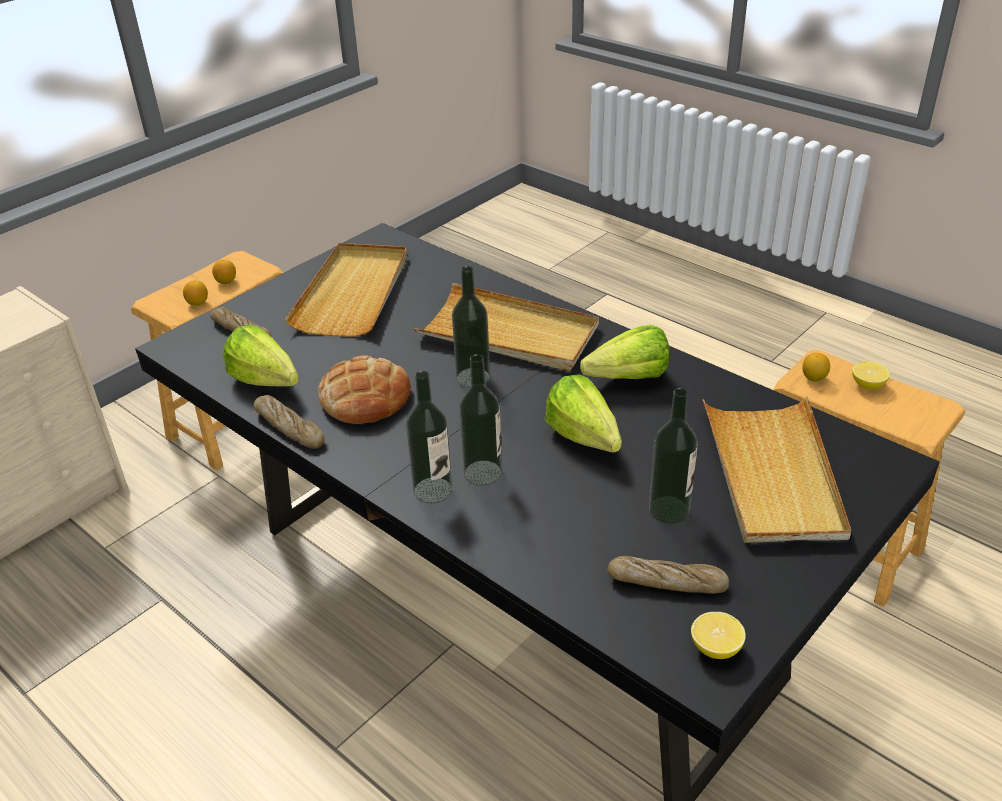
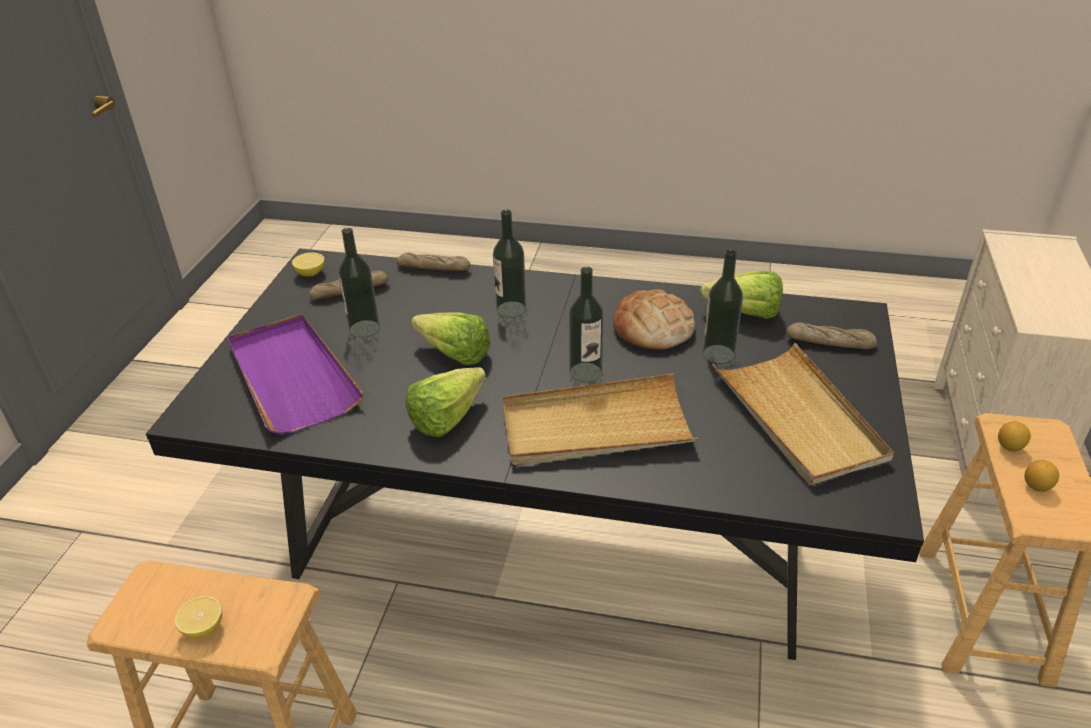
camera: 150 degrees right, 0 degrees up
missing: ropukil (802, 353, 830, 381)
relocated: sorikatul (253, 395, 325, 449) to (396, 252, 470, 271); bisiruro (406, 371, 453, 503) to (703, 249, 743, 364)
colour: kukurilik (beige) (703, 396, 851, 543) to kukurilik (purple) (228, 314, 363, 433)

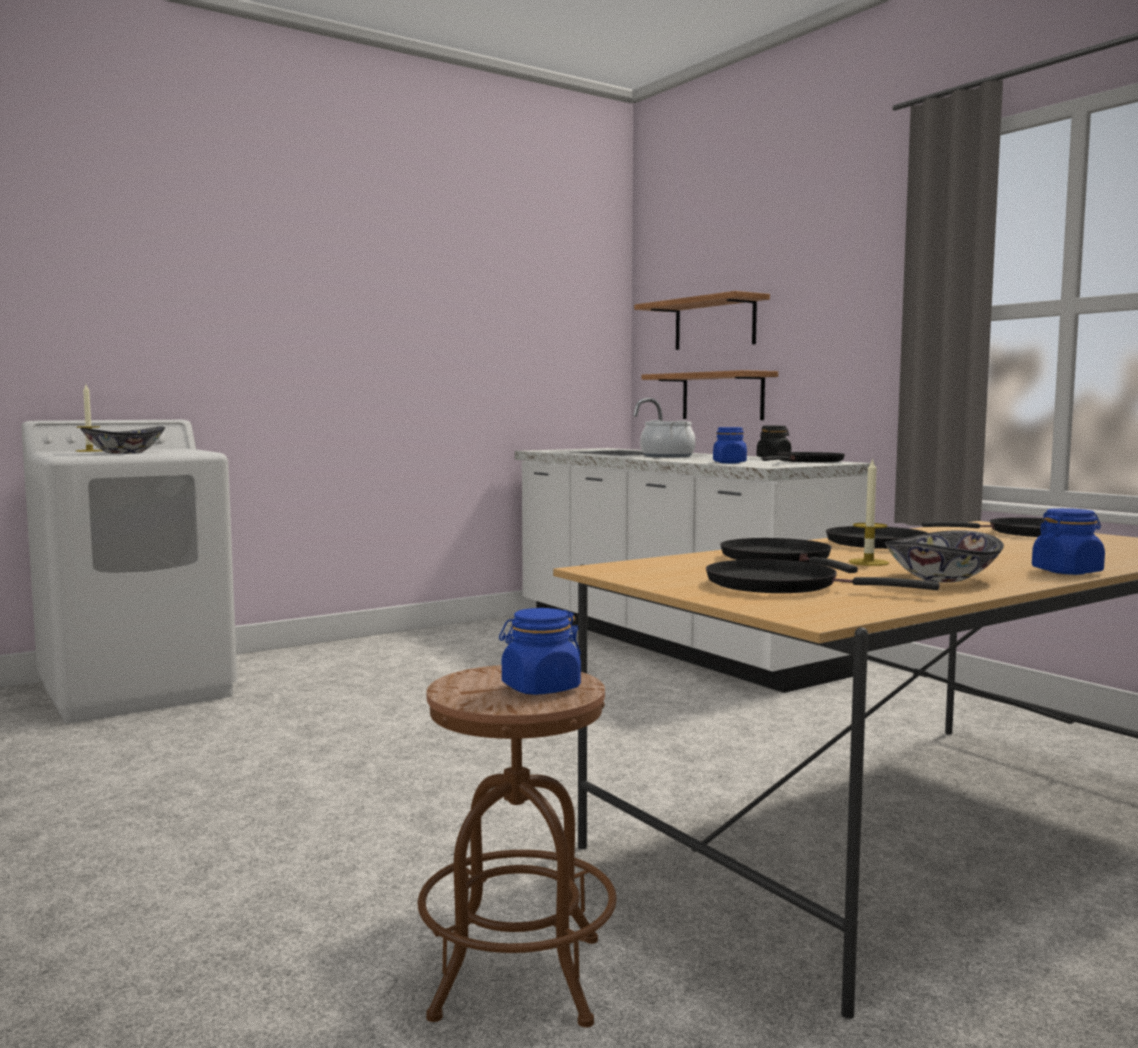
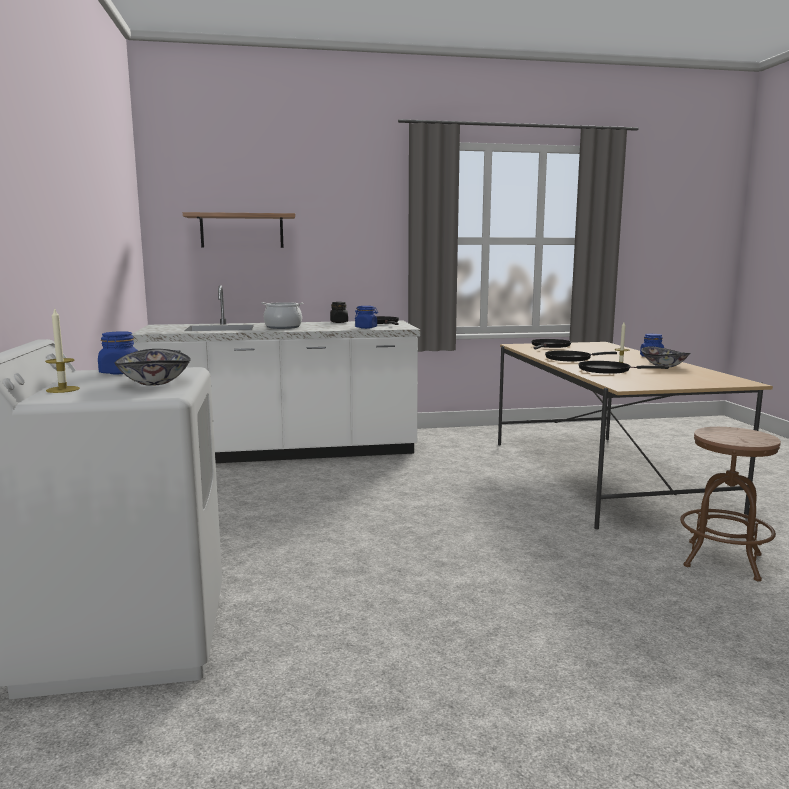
camera: 65 degrees left, 5 degrees up
missing: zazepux (641, 370, 778, 420); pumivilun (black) (706, 559, 940, 593)
relocated: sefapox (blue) (499, 608, 581, 695) to (98, 331, 138, 374)

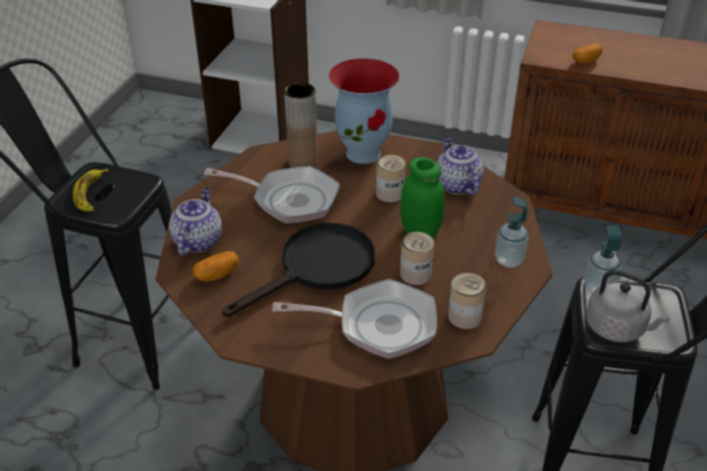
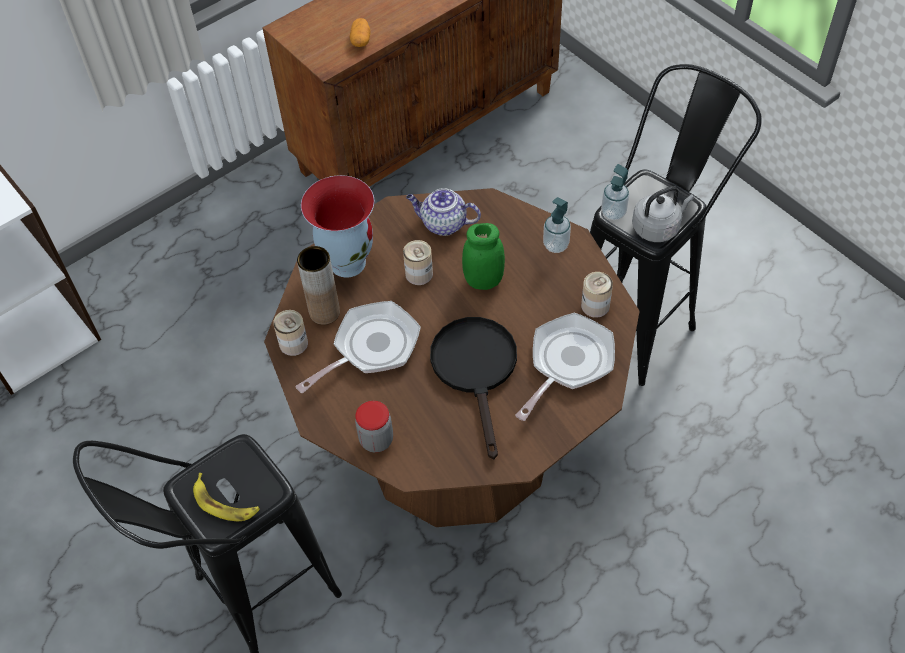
camera: 55 degrees left, 15 degrees up
missing: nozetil (192, 251, 239, 282)
relocated: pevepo (400, 232, 434, 285) to (273, 310, 308, 356)
exchanged: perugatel (169, 188, 222, 256) to sefapox (355, 401, 393, 453)

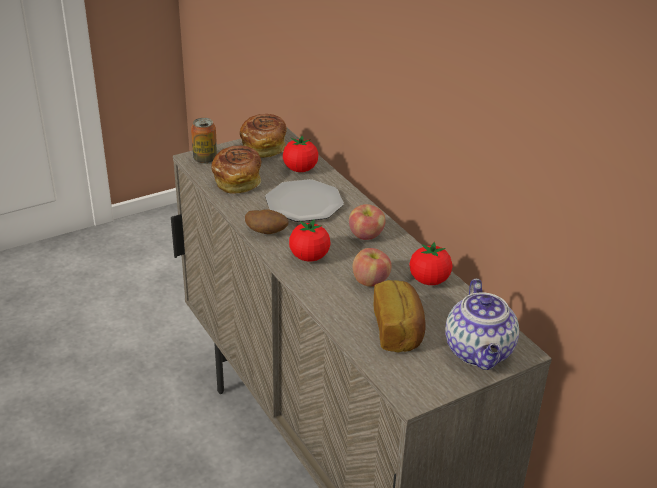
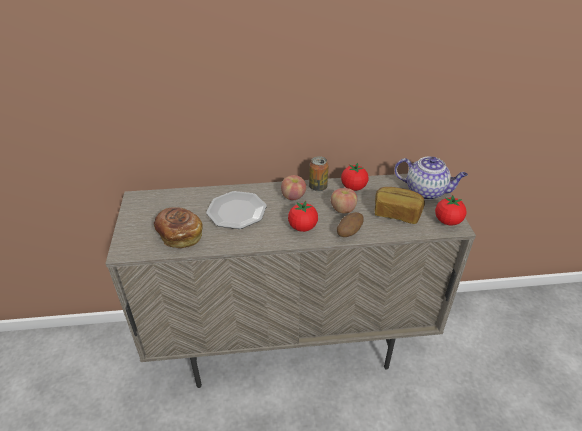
camera: 65 degrees left, 5 degrees up
missing: sorikatul (240, 114, 287, 158)
relocated: pevepo (191, 118, 217, 164) to (309, 156, 329, 191); nozetil (245, 209, 289, 234) to (337, 212, 364, 237); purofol (283, 136, 318, 172) to (435, 195, 467, 226)

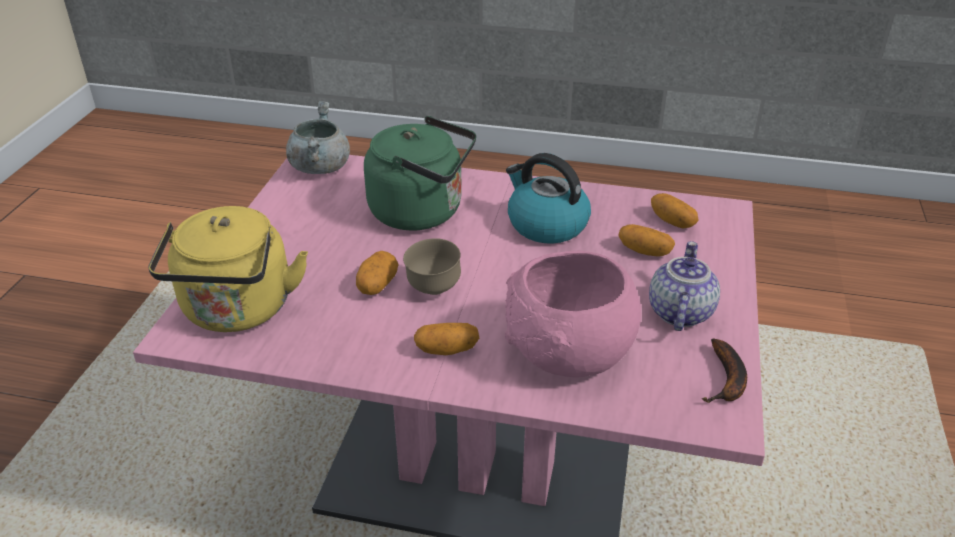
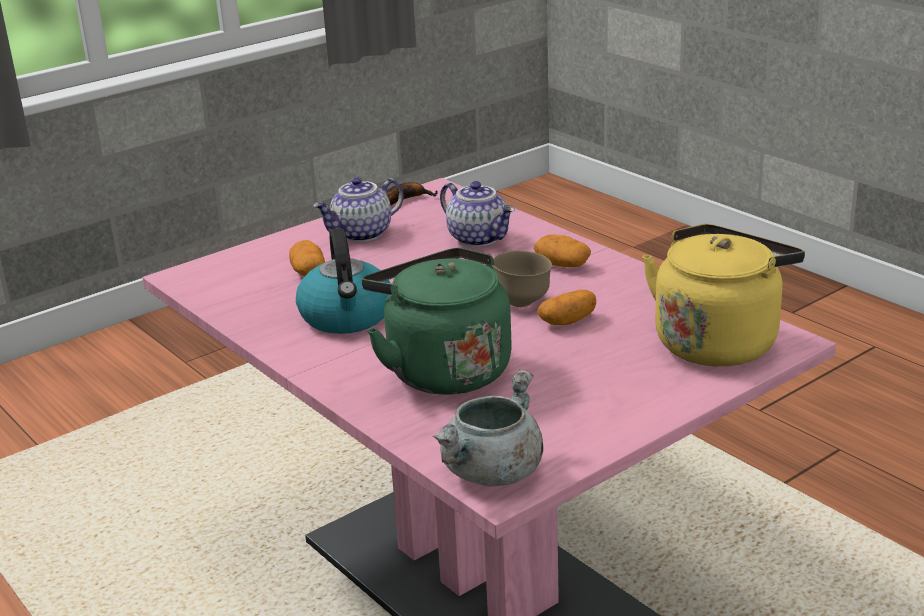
camera: 140 degrees left, 10 degrees down
missing: nozetil (651, 193, 699, 228)
exchanged: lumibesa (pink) (504, 251, 641, 377) to perugatel (440, 181, 515, 247)

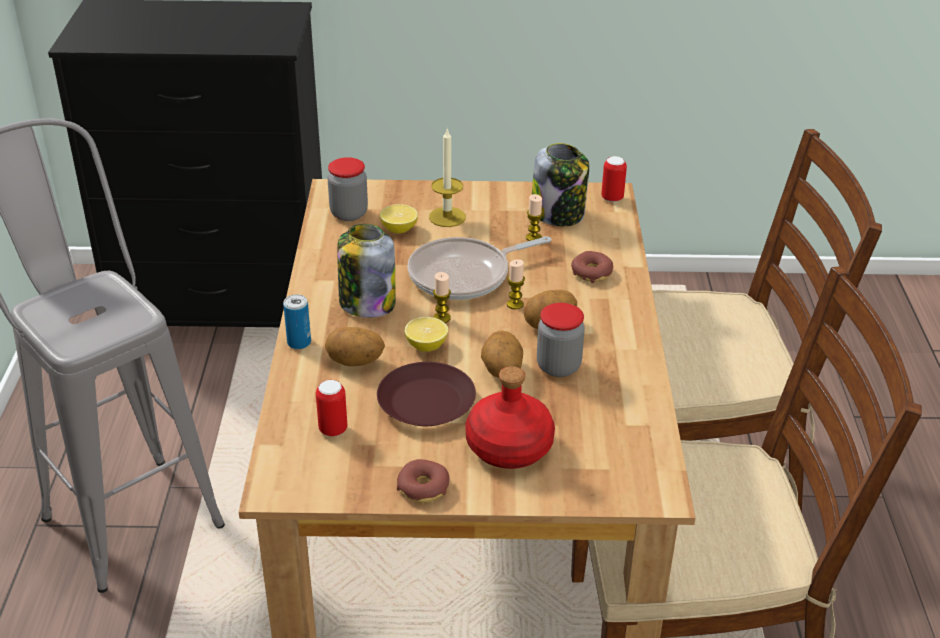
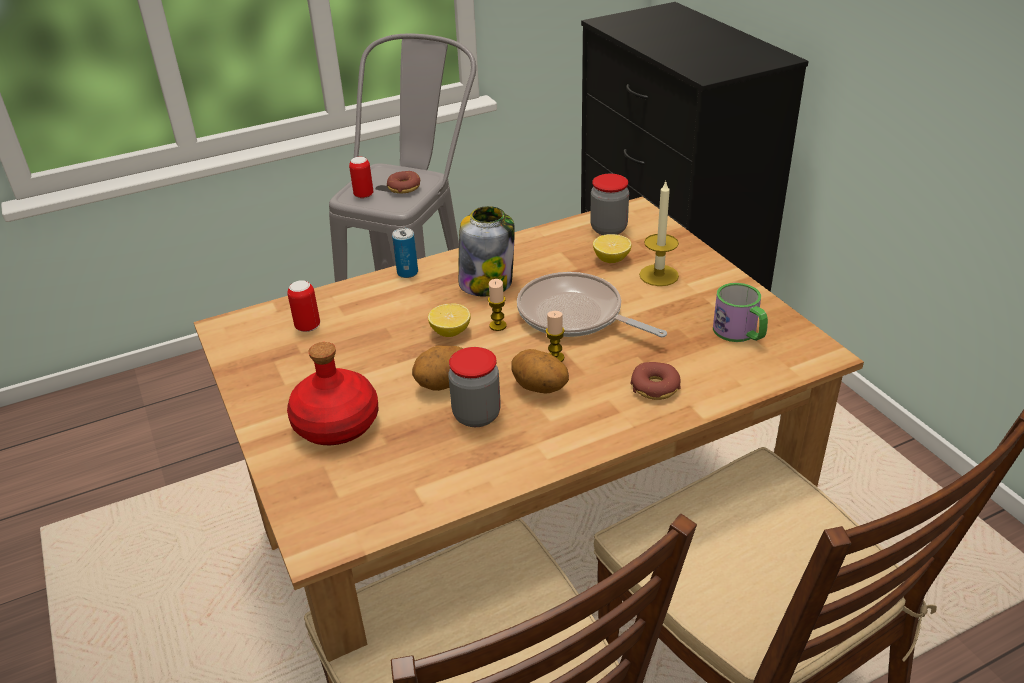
camera: 65 degrees right, 0 degrees up
missing: nozetil (325, 327, 385, 366); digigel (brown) (377, 362, 476, 426); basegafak (526, 194, 543, 241)
relocated: pevepo (601, 156, 627, 202) to (349, 157, 373, 199); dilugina (397, 459, 450, 503) to (387, 171, 420, 194)
exchanged: sefapox (532, 143, 589, 226) to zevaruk (713, 283, 768, 342)

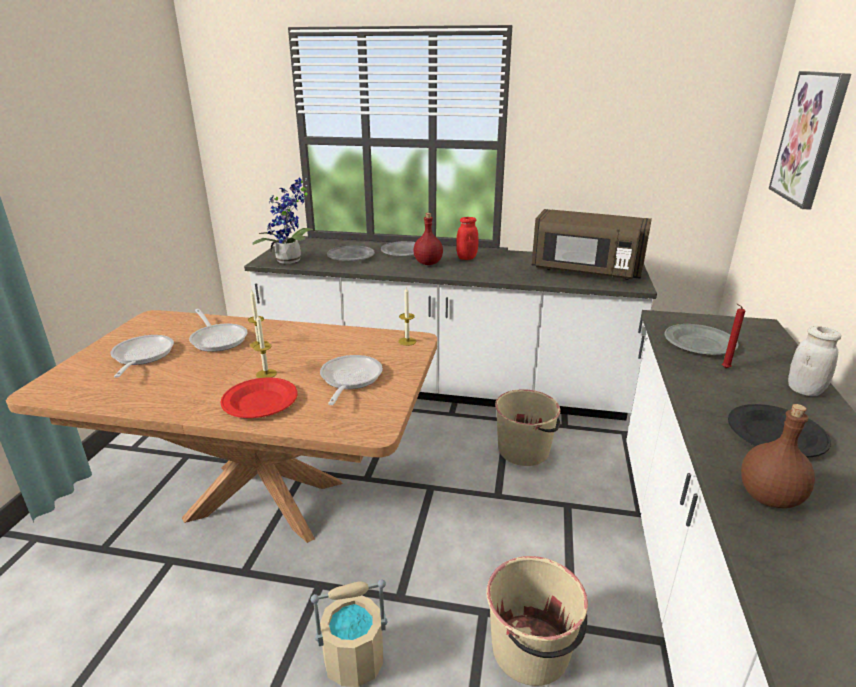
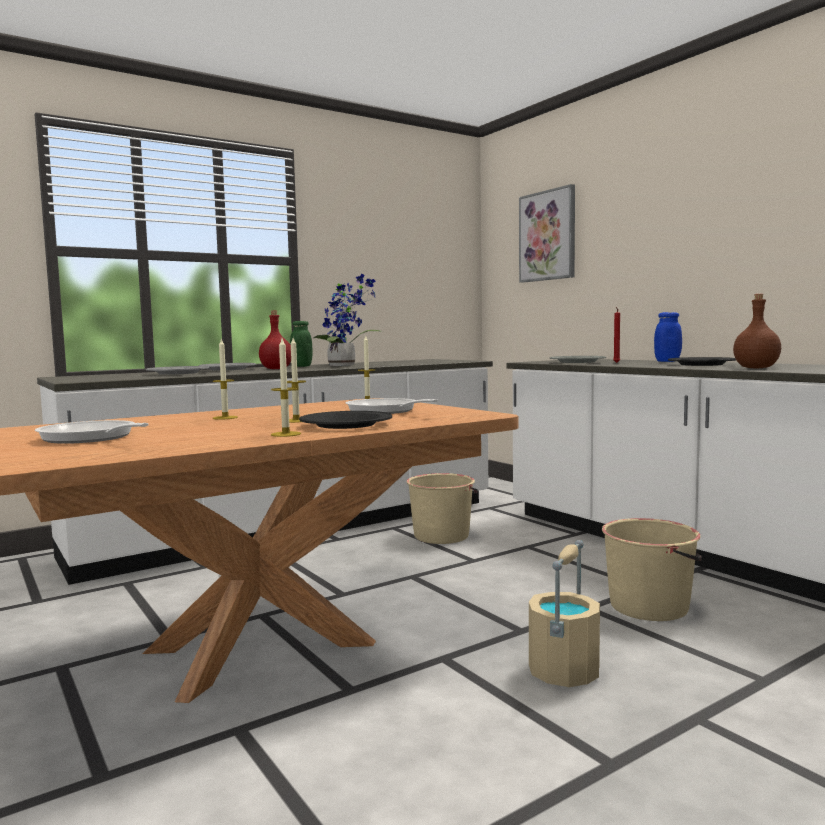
camera: 45 degrees left, 20 degrees down
missing: pumivilun (189, 309, 248, 352); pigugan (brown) (532, 209, 652, 280)
appeared: basegafak (271, 339, 301, 437)
relocated: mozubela (252, 178, 318, 264) to (314, 274, 382, 366)
colour: sefapox (red) (456, 217, 478, 260) to sefapox (green) (290, 321, 313, 367); digigel (red) (221, 378, 298, 418) to digigel (black) (299, 411, 392, 429); sefapox (white) (788, 326, 841, 396) to sefapox (blue) (654, 312, 682, 362)

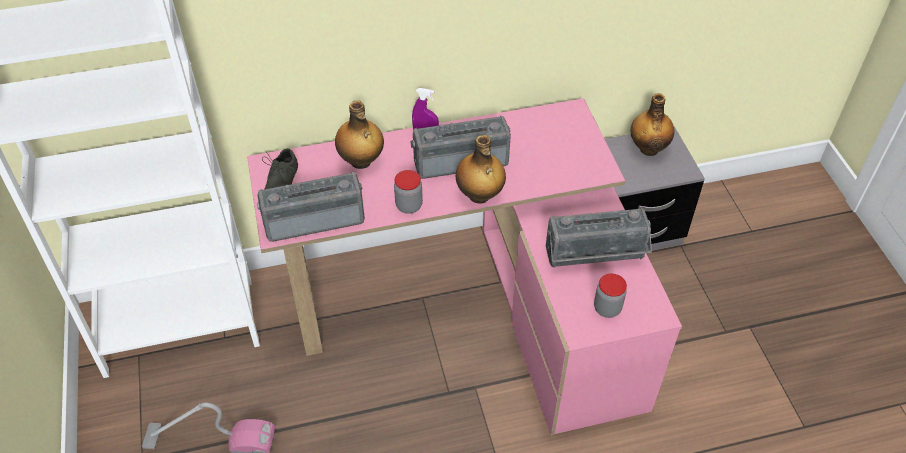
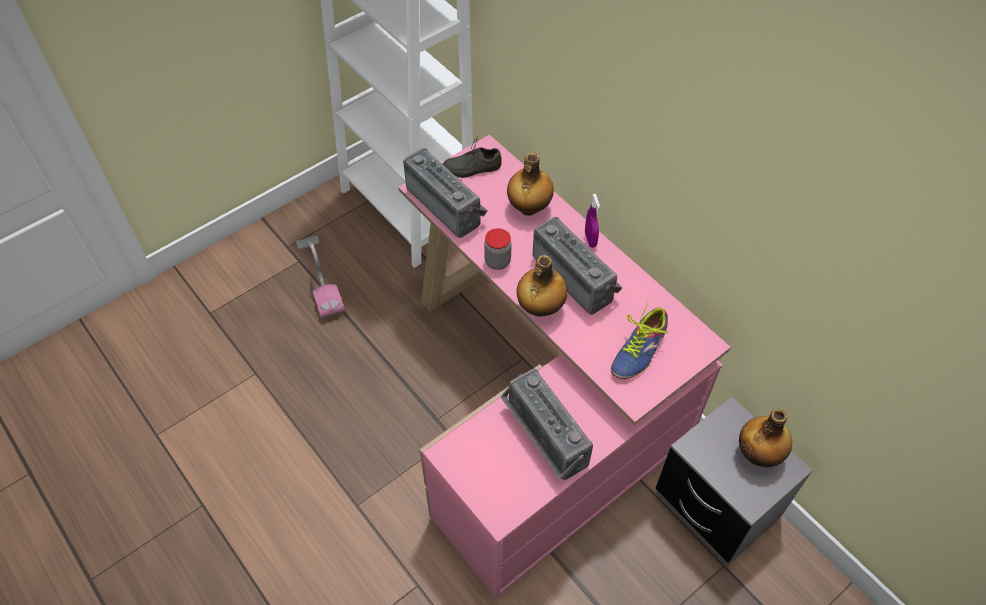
camera: 65 degrees right, 5 degrees up
missing: sefapox (594, 274, 627, 318)
appeared: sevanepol (611, 303, 668, 379)

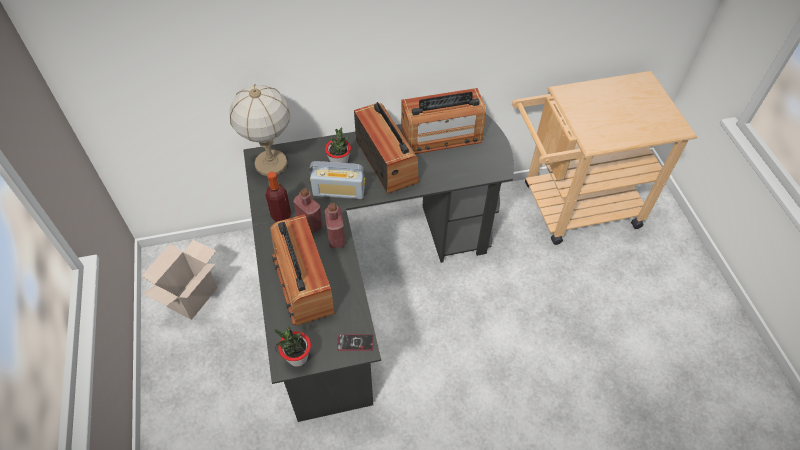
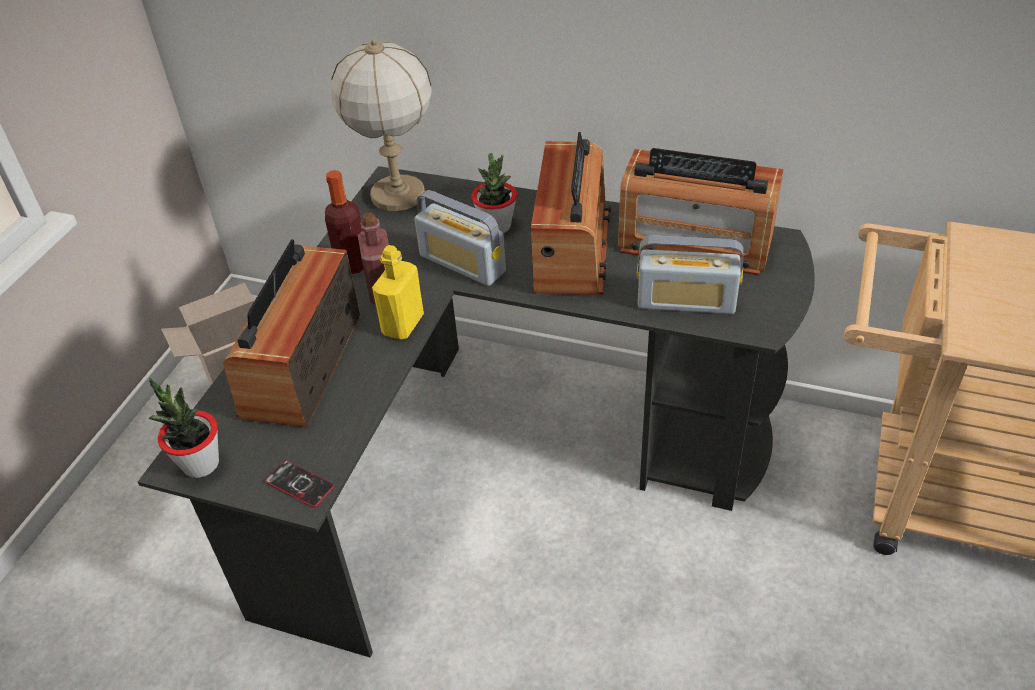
camera: 35 degrees right, 10 degrees down
appeared: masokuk (637, 235, 744, 314)
colour: bisiruro (red) (324, 203, 346, 248) to bisiruro (yellow) (372, 245, 424, 339)

